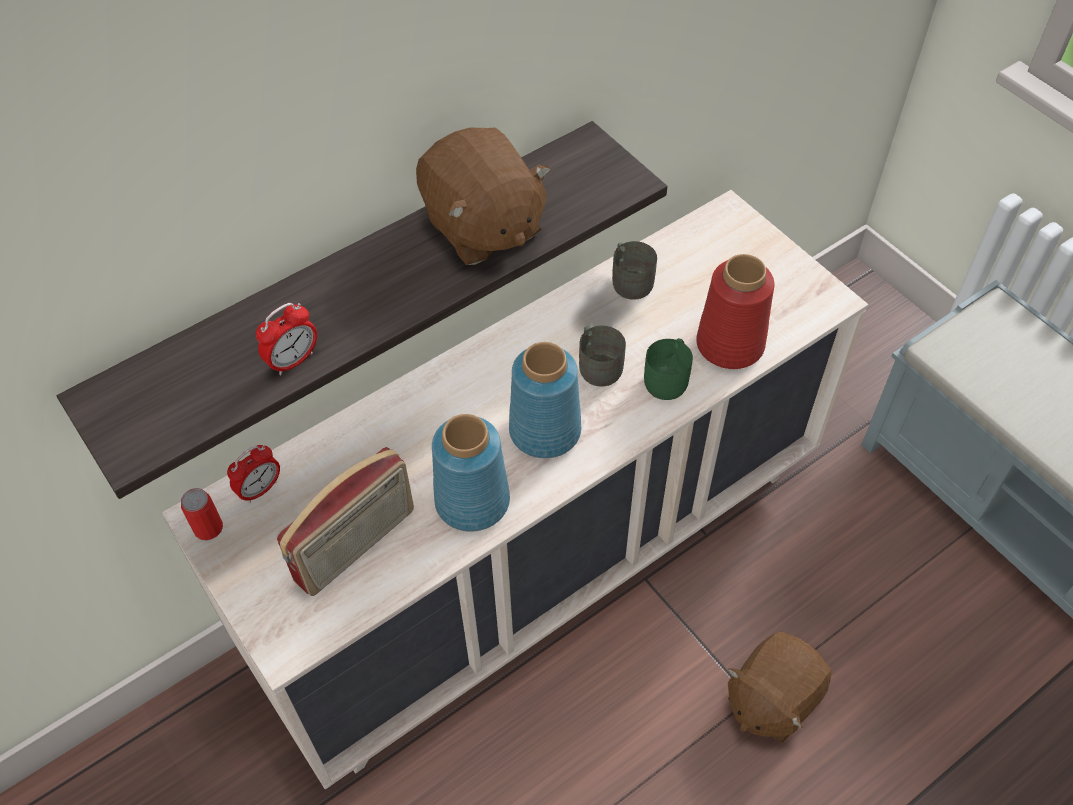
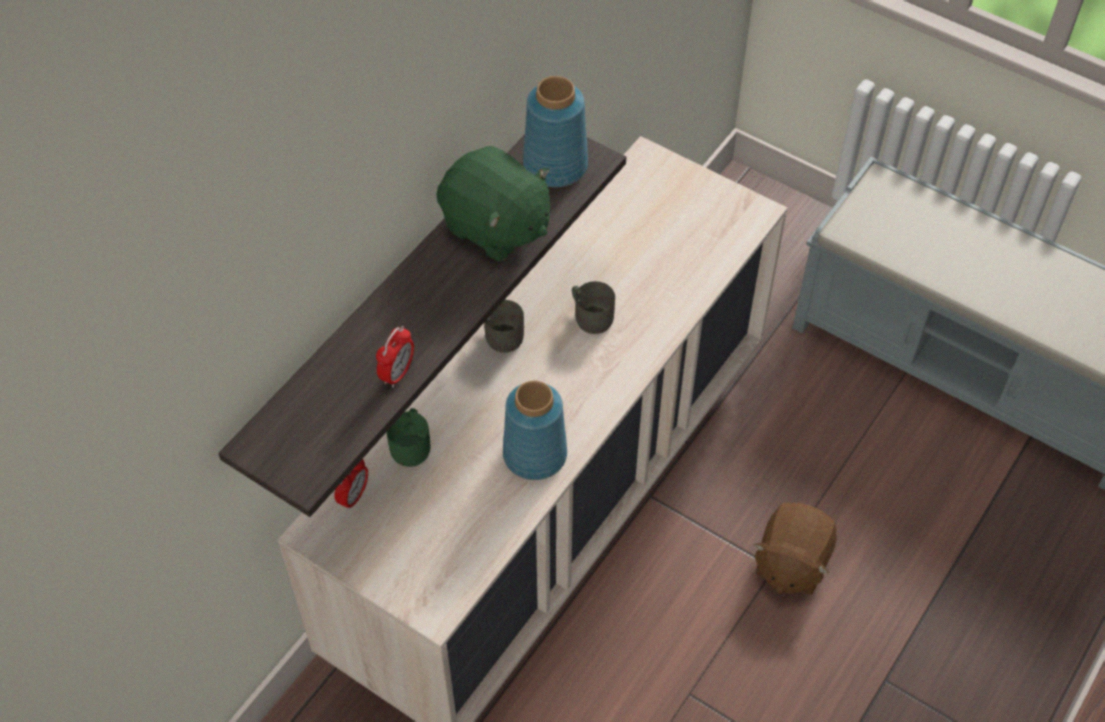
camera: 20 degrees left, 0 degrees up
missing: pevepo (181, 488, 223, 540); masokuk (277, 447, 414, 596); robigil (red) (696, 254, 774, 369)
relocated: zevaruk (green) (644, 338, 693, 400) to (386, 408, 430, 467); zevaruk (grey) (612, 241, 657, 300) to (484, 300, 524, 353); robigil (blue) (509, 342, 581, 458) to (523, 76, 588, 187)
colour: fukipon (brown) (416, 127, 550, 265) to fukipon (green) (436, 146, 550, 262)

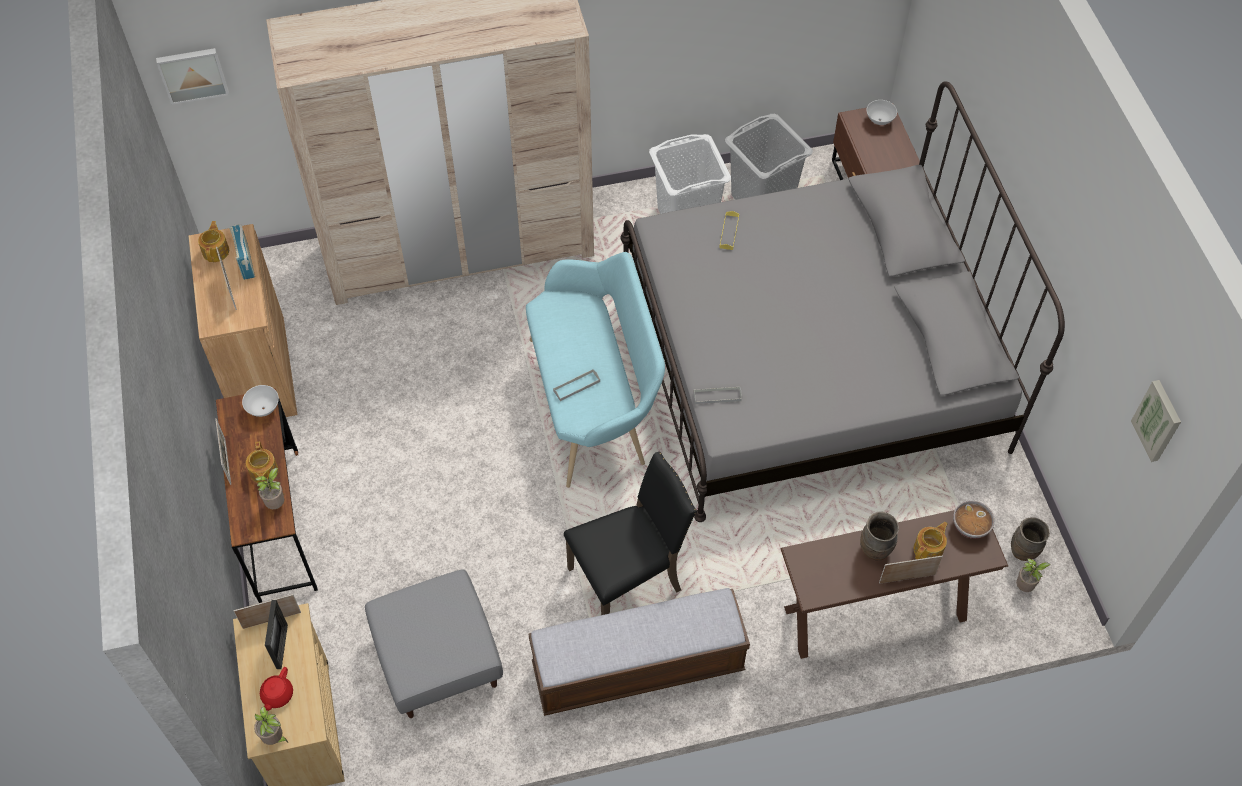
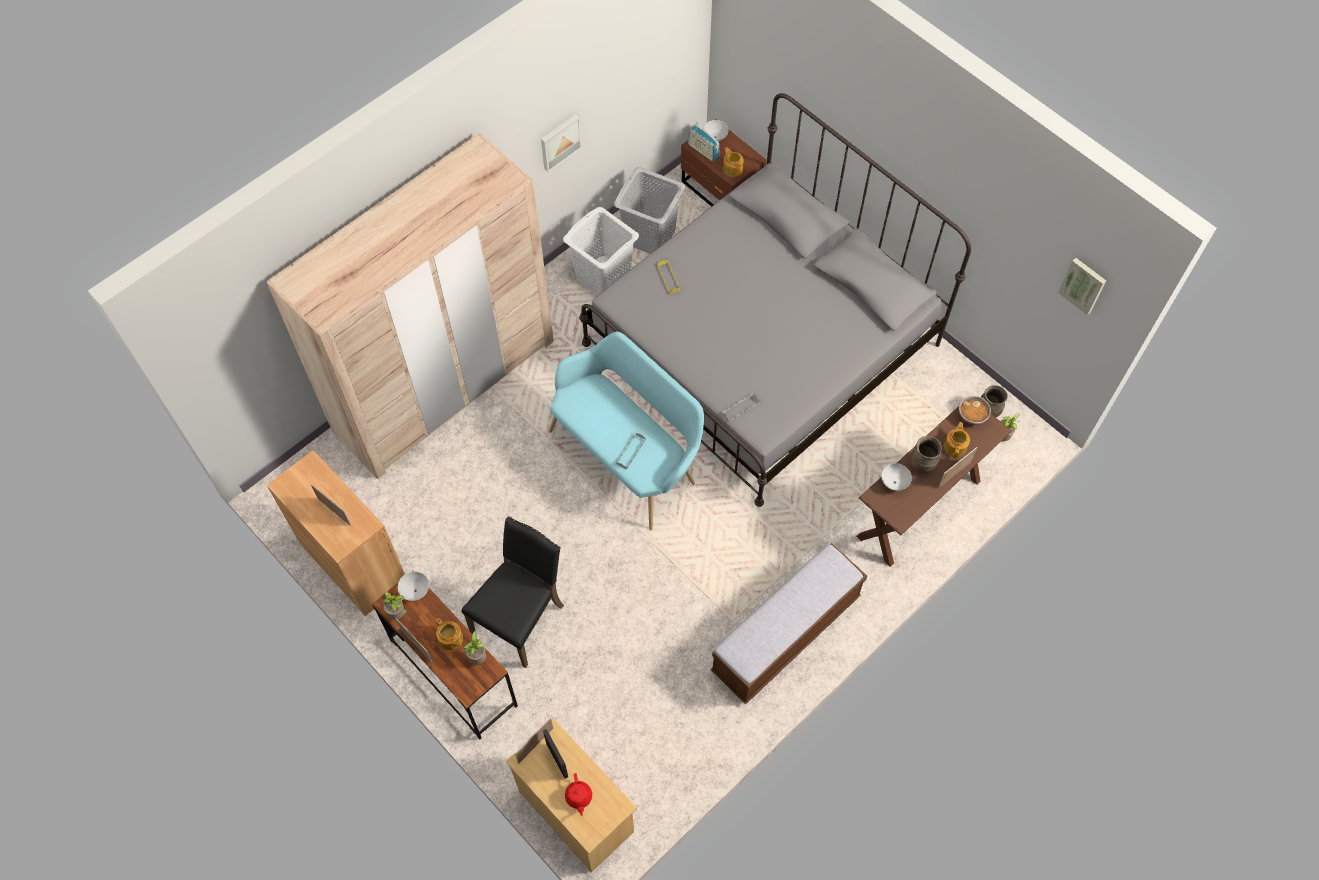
camera: 30 degrees left, 5 degrees up
missing: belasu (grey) (365, 570, 503, 718)
appeared: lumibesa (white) (881, 463, 912, 491)
relocated: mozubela (254, 706, 288, 745) to (382, 592, 409, 620); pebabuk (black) (564, 452, 697, 615) to (462, 516, 564, 668); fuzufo (156, 48, 229, 105) to (541, 114, 582, 172); masokuk (229, 224, 255, 280) to (688, 125, 720, 162); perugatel (198, 221, 229, 262) to (723, 147, 744, 177)

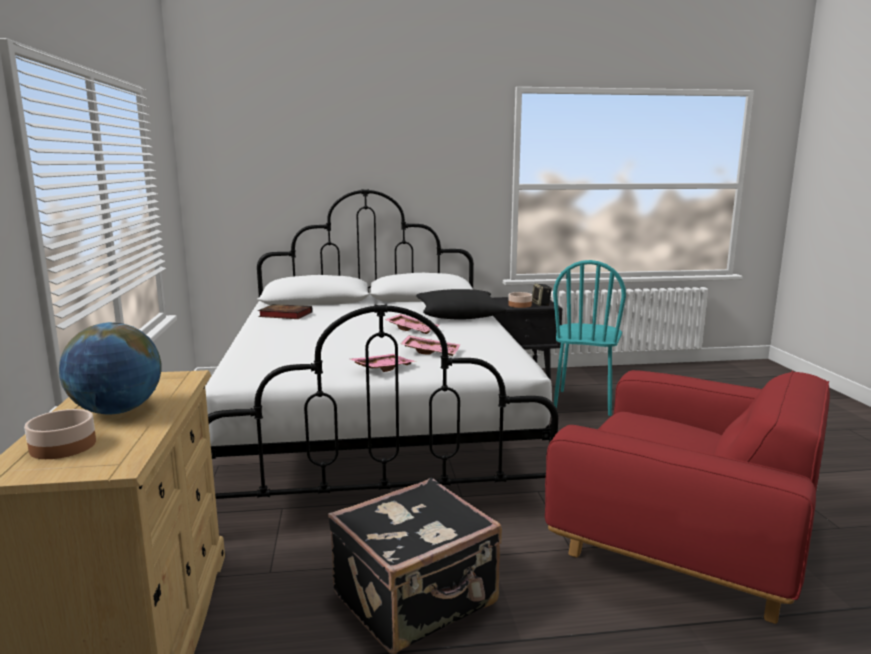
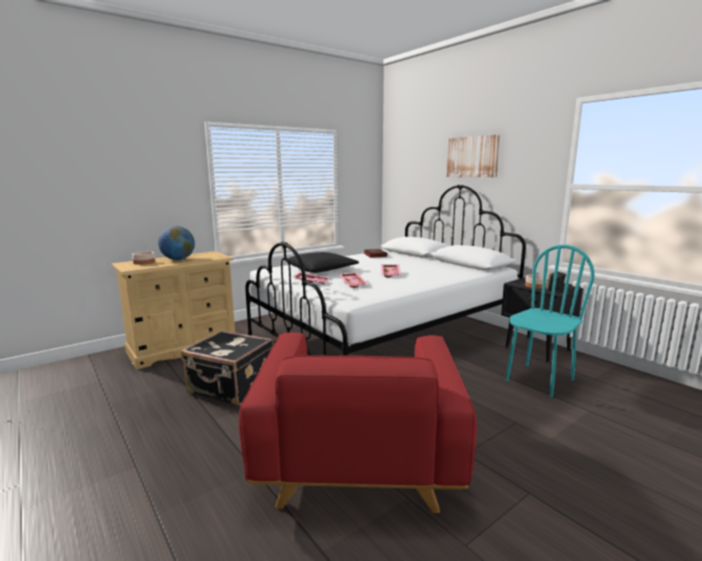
camera: 60 degrees right, 0 degrees up
appeared: fuzufo (447, 134, 500, 177)
relocated: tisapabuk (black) (416, 289, 506, 320) to (285, 252, 359, 273)
spun: pebabuk (turquoise) (553, 260, 626, 416) = (505, 245, 595, 397) 150 degrees clockwise

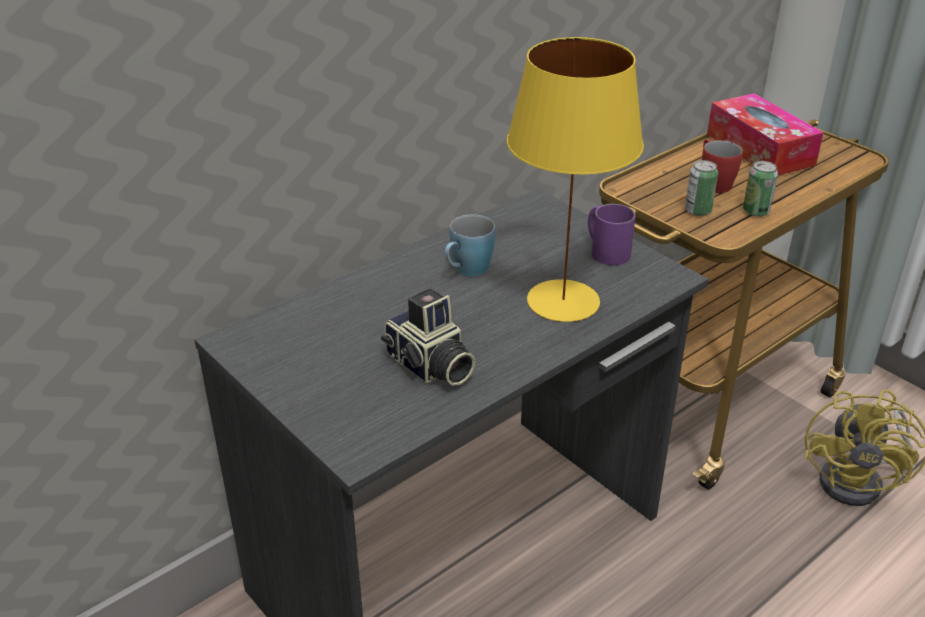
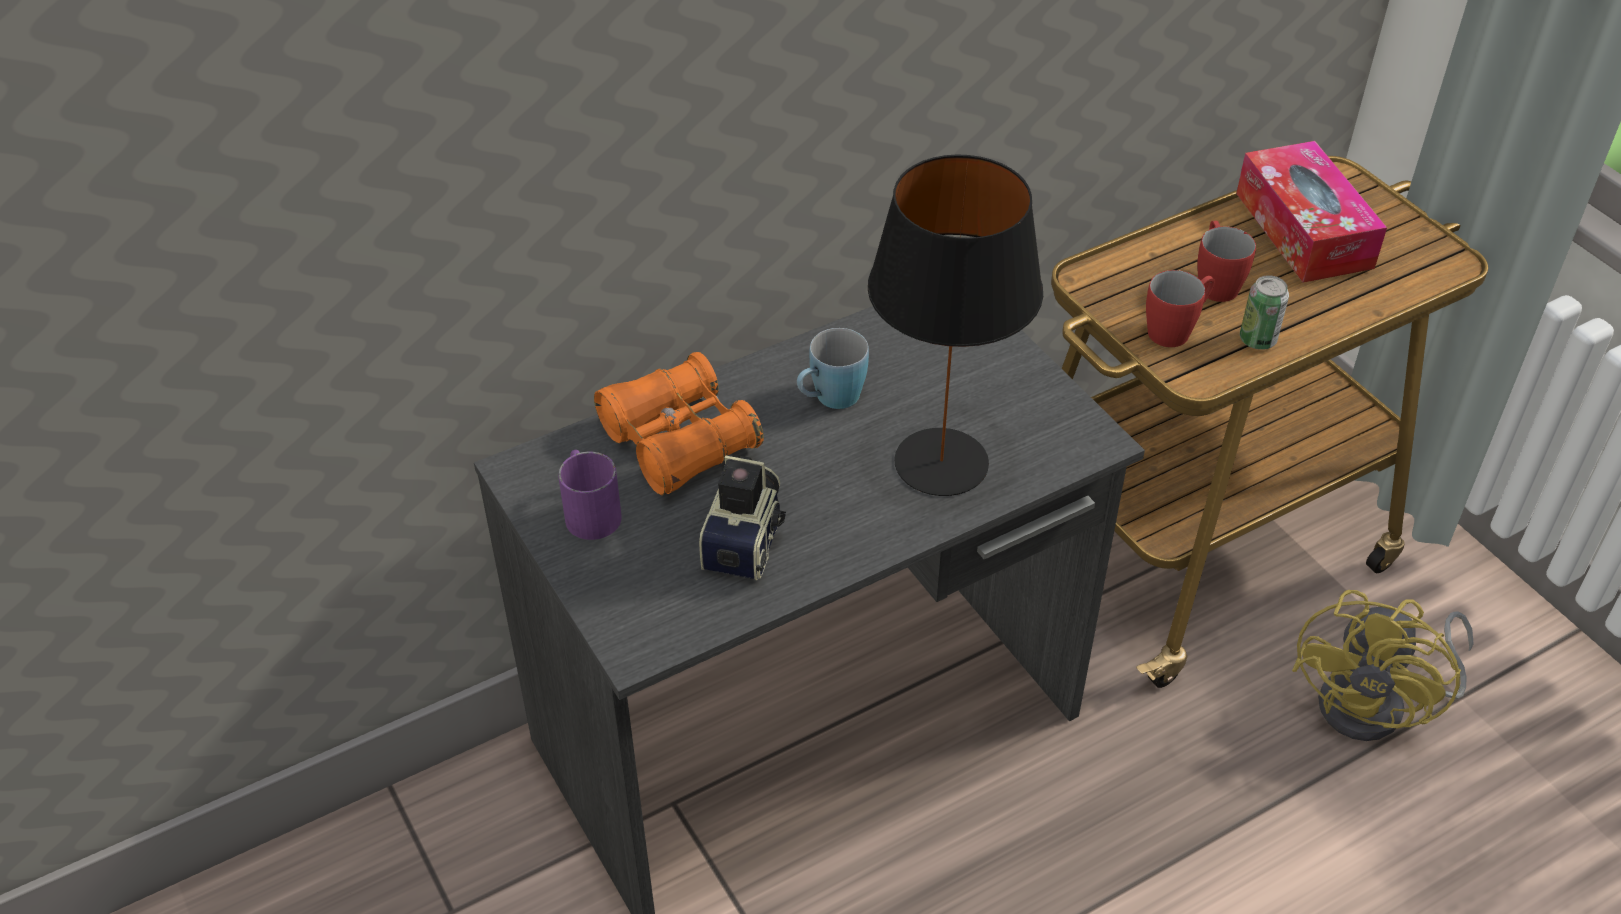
camera: 10 degrees right, 10 degrees up
appeared: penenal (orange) (594, 352, 764, 495)
relocated: zevaruk (purple) (588, 204, 636, 265) to (558, 450, 622, 540)
exchanged: pevepo (685, 160, 718, 216) to zevaruk (red) (1146, 270, 1215, 347)
colour: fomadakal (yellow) (507, 37, 644, 322) to fomadakal (black) (868, 154, 1043, 496)
spun: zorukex (381, 288, 476, 386) = (699, 456, 786, 581) 135 degrees counterclockwise

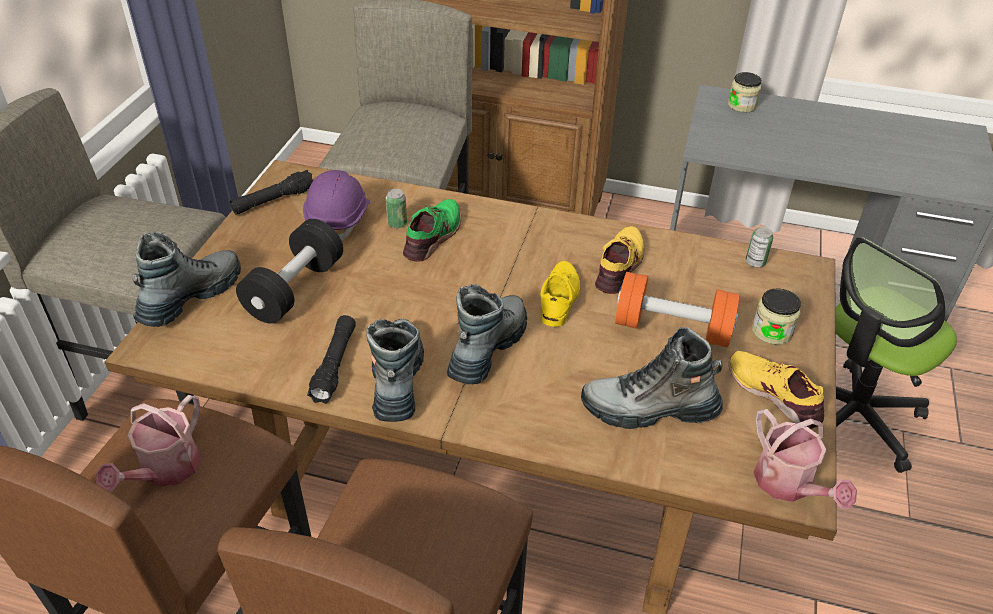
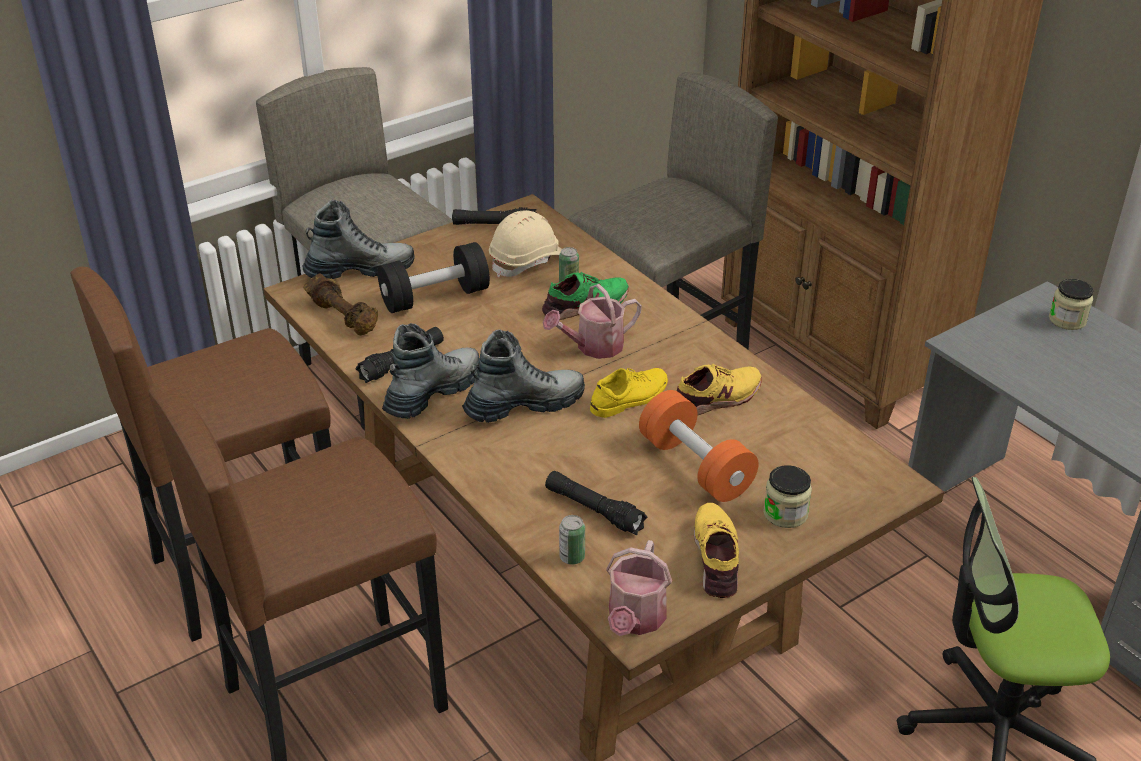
camera: 40 degrees right, 5 degrees down
appeared: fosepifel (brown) (303, 273, 378, 335)
relocated: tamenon (96, 395, 201, 492) to (543, 284, 642, 359); pevepo (746, 227, 773, 267) to (559, 515, 585, 565)
exchanged: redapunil (581, 327, 723, 429) to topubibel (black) (545, 471, 647, 535)
colour: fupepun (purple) (303, 170, 370, 241) to fupepun (beige) (489, 210, 562, 278)

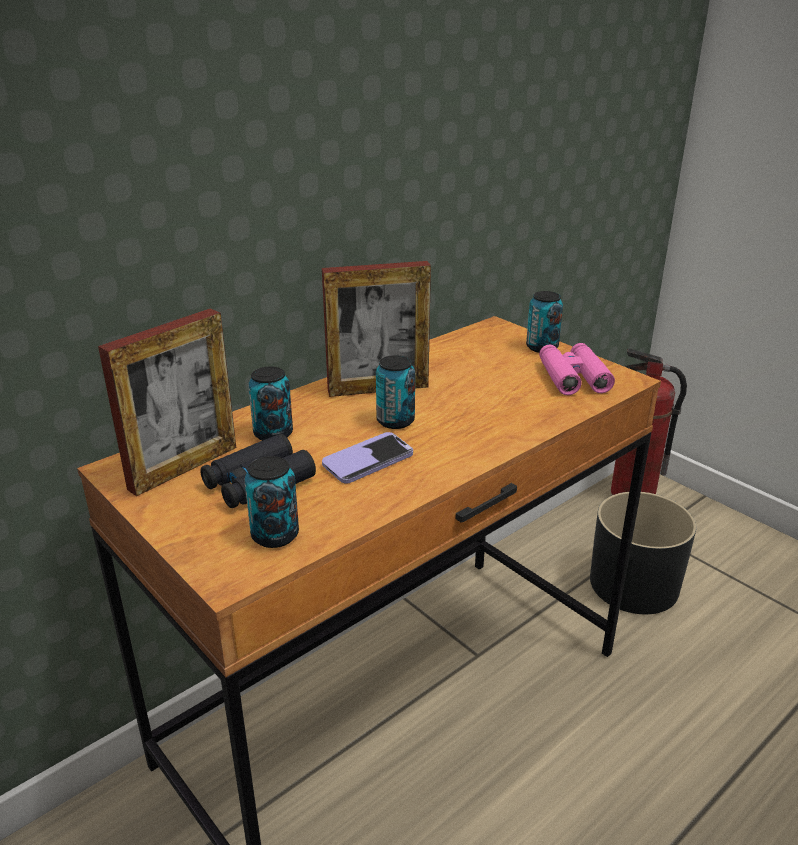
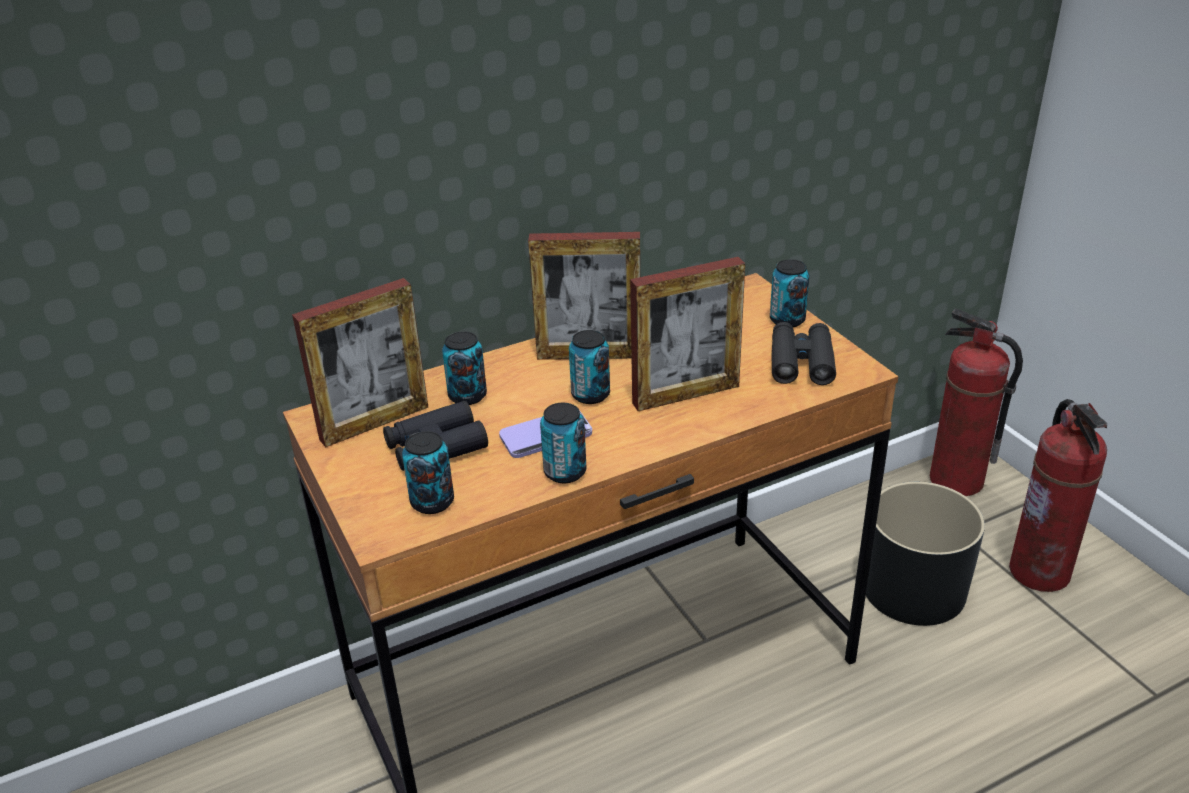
camera: 15 degrees right, 5 degrees up
appeared: pevepo (540, 403, 587, 483); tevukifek (630, 257, 745, 411); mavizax (1009, 399, 1107, 592)
colour: penenal (pink) (539, 343, 615, 395) to penenal (black) (771, 322, 836, 385)

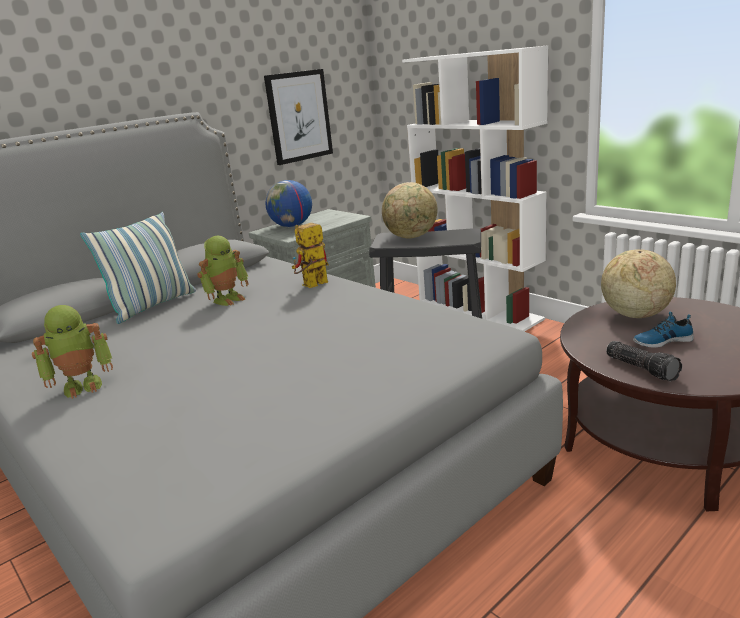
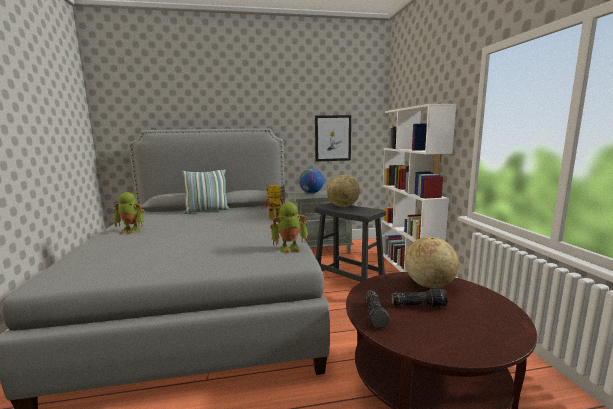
camera: 30 degrees right, 10 degrees down
relocated: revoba (197, 236, 249, 306) to (270, 202, 308, 253)
exchanged: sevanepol (633, 311, 694, 348) to topubibel (392, 288, 448, 307)

